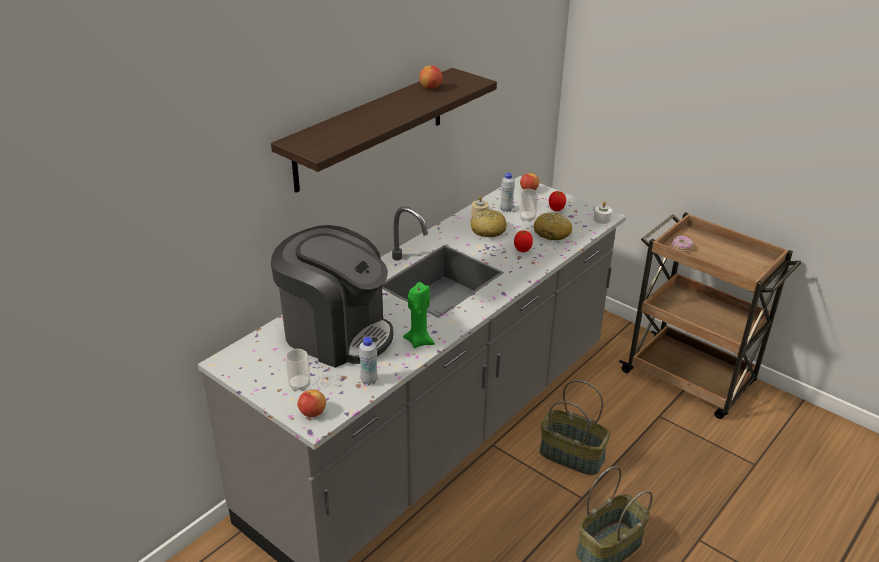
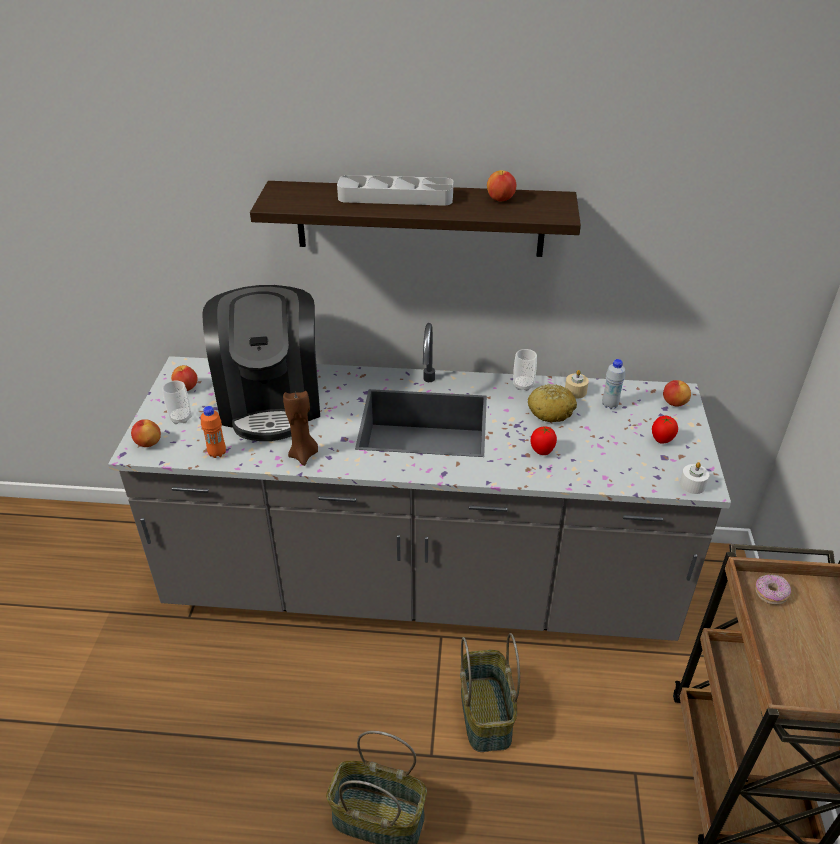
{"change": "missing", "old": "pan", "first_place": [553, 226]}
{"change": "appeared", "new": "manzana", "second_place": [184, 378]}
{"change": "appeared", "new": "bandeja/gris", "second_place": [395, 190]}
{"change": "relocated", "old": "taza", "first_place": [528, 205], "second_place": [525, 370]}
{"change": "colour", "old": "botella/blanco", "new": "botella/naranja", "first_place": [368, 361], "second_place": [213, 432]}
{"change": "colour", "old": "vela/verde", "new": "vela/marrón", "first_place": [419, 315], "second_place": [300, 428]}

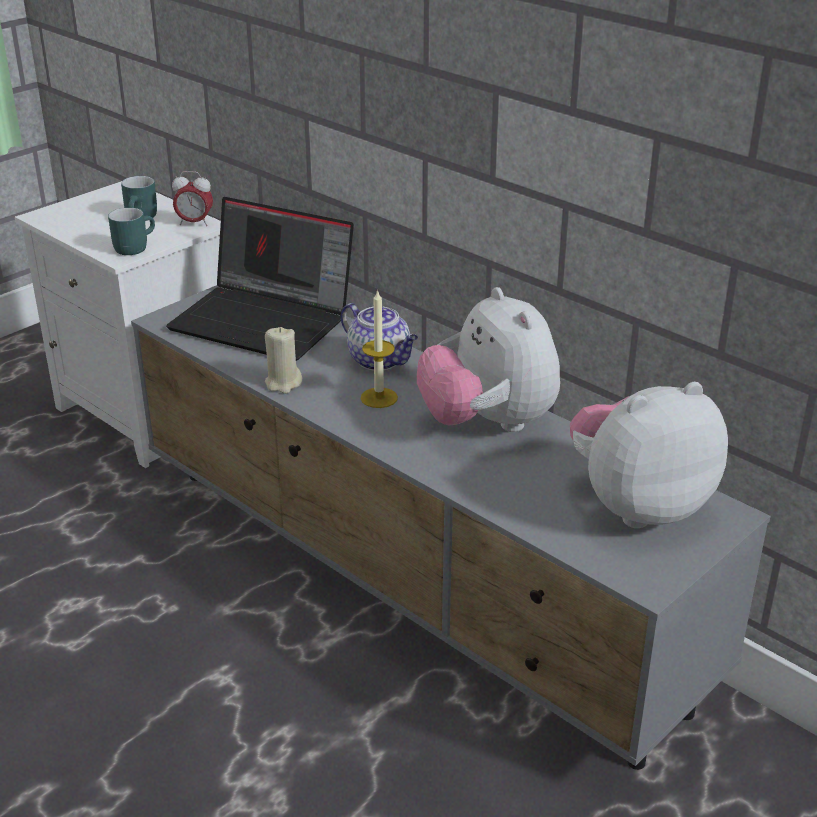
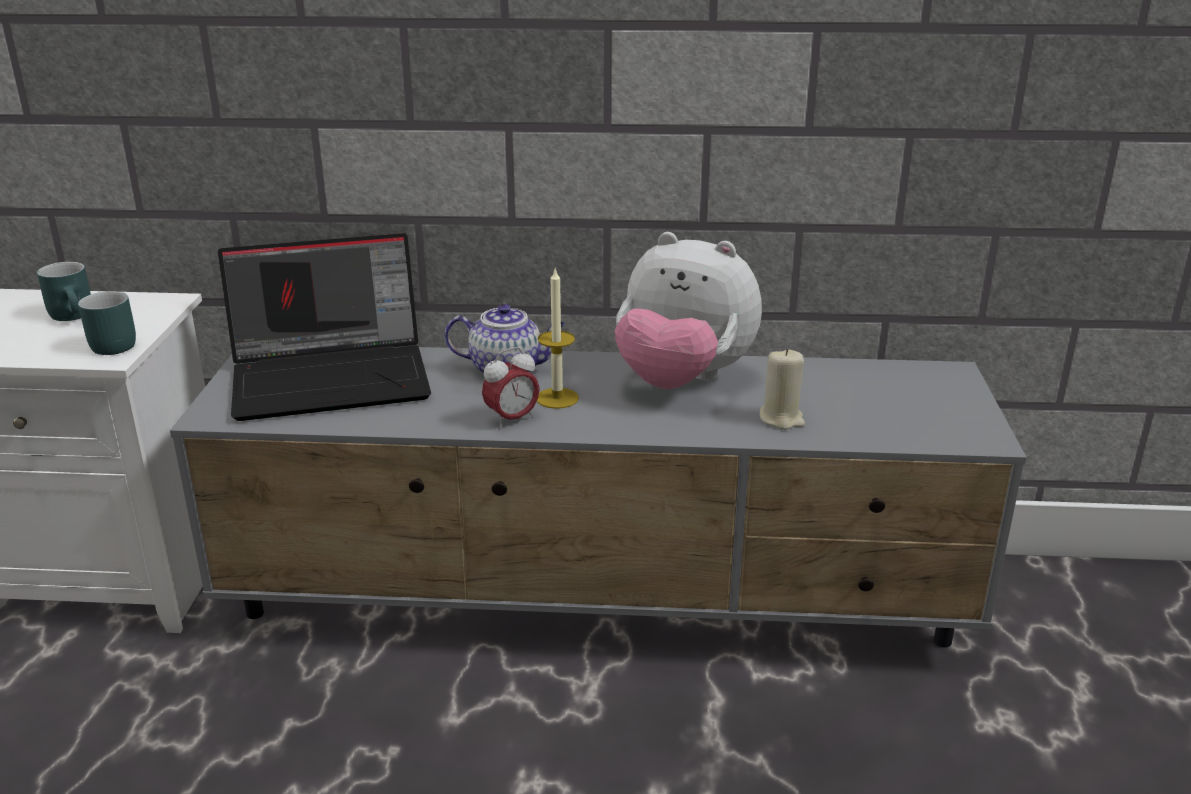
{"change": "missing", "old": "peluche", "first_place": [649, 455]}
{"change": "relocated", "old": "despertador", "first_place": [192, 198], "second_place": [511, 388]}
{"change": "relocated", "old": "vela/beis", "first_place": [283, 360], "second_place": [782, 389]}

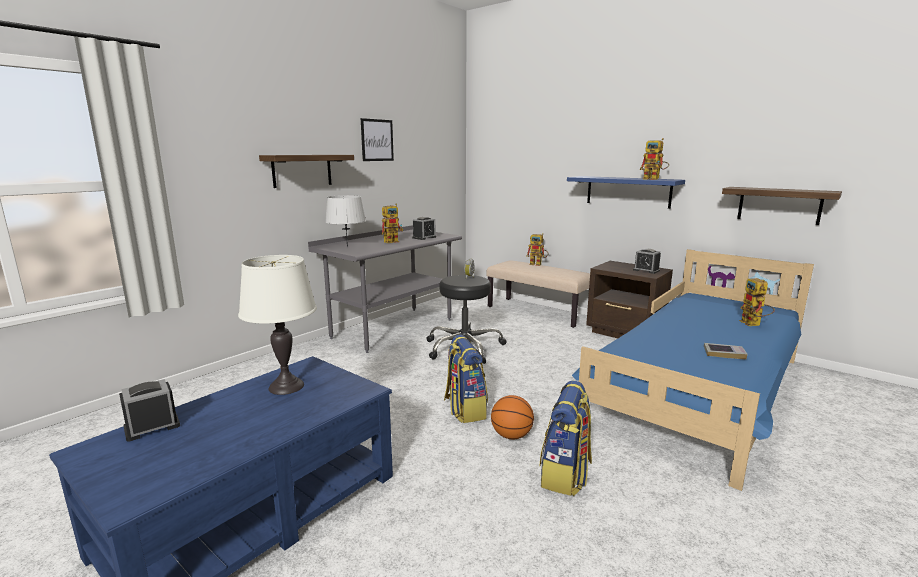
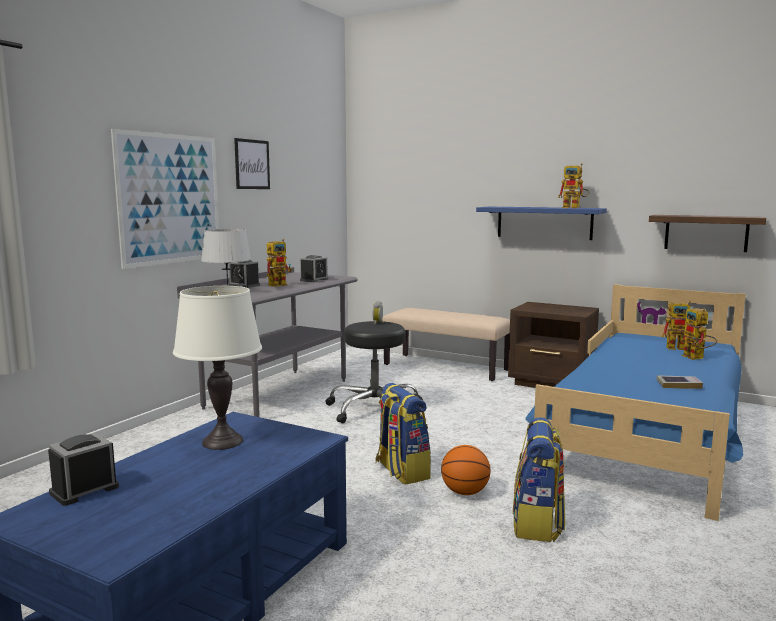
{"change": "relocated", "old": "robot de juguete", "first_place": [537, 249], "second_place": [676, 325]}
{"change": "relocated", "old": "despertador", "first_place": [647, 261], "second_place": [244, 274]}
{"change": "exchanged", "old": "estante", "new": "cuadro", "first_place": [306, 171], "second_place": [165, 199]}

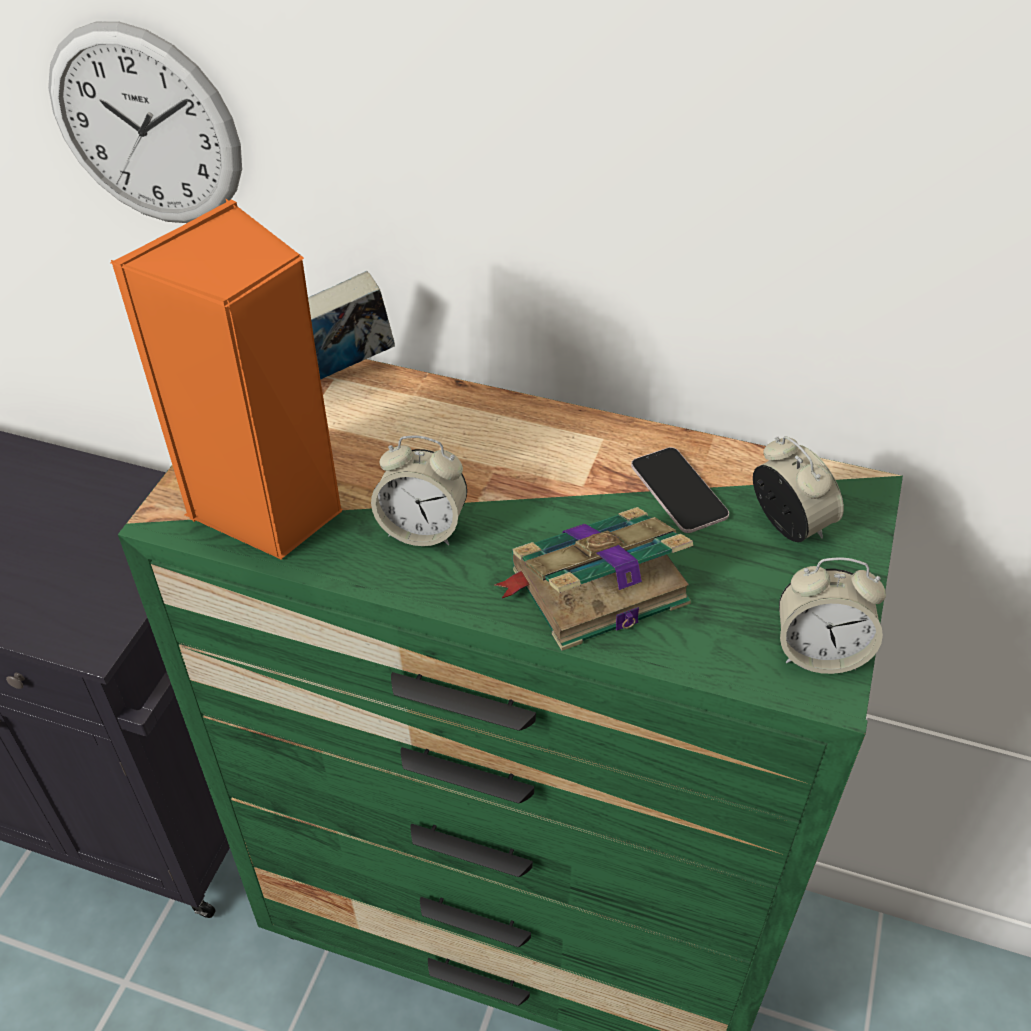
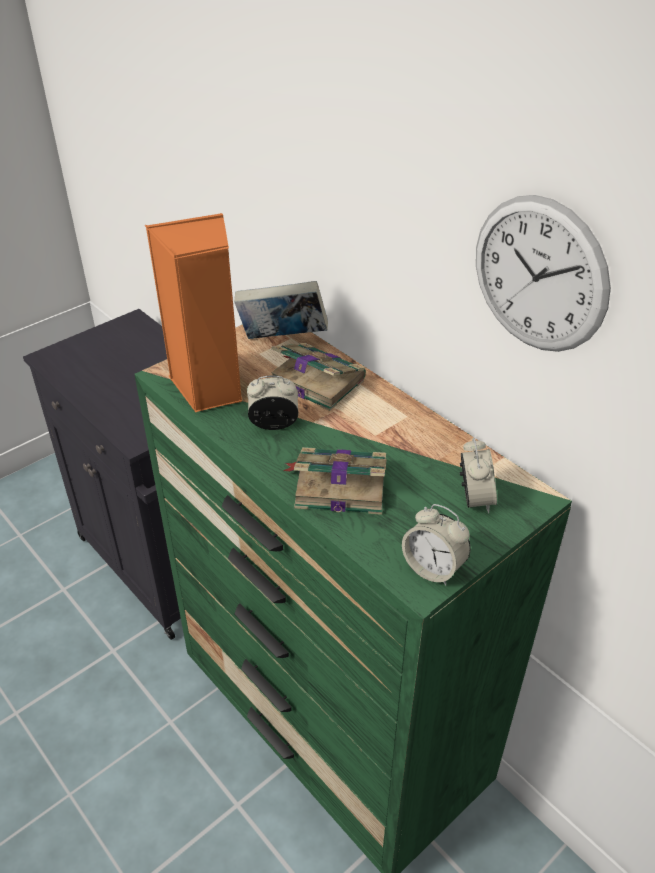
{"change": "missing", "old": "móvil", "first_place": [680, 490]}
{"change": "appeared", "new": "libro", "second_place": [318, 377]}
{"change": "relocated", "old": "reloj de pared", "first_place": [145, 122], "second_place": [543, 273]}
{"change": "spun", "old": "despertador", "first_place": [419, 490], "second_place": [273, 402], "degrees": 135}

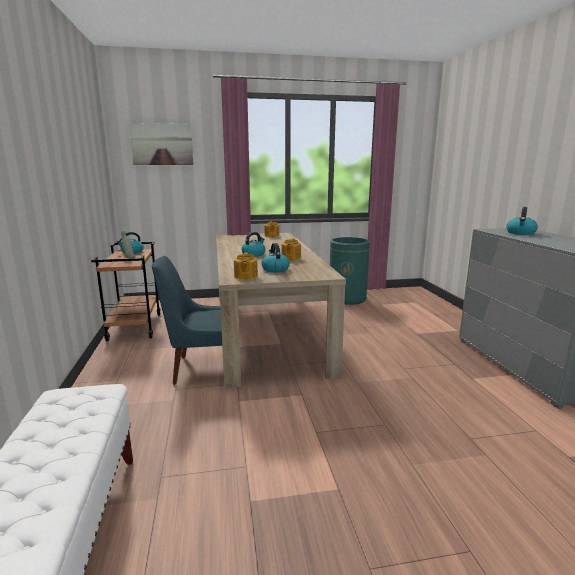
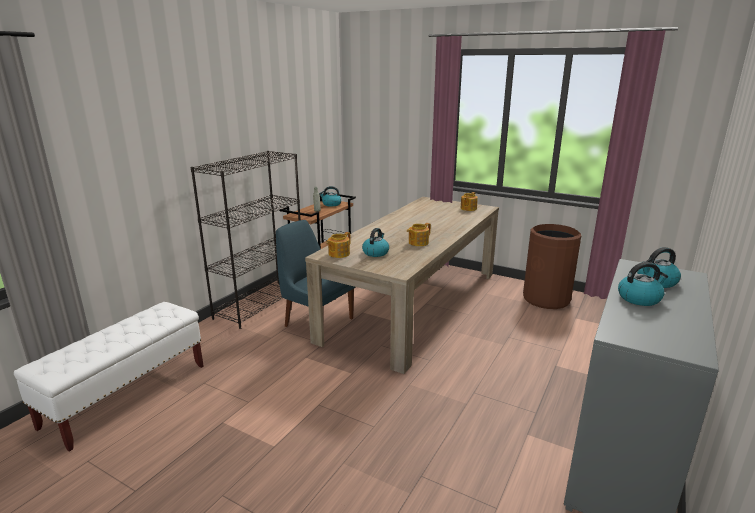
{"change": "missing", "old": "cuadro", "first_place": [161, 144]}
{"change": "appeared", "new": "estantería/negro", "second_place": [245, 240]}
{"change": "relocated", "old": "hervidor", "first_place": [253, 244], "second_place": [643, 284]}
{"change": "colour", "old": "papelera/verde", "new": "papelera/marrón", "first_place": [350, 271], "second_place": [552, 266]}

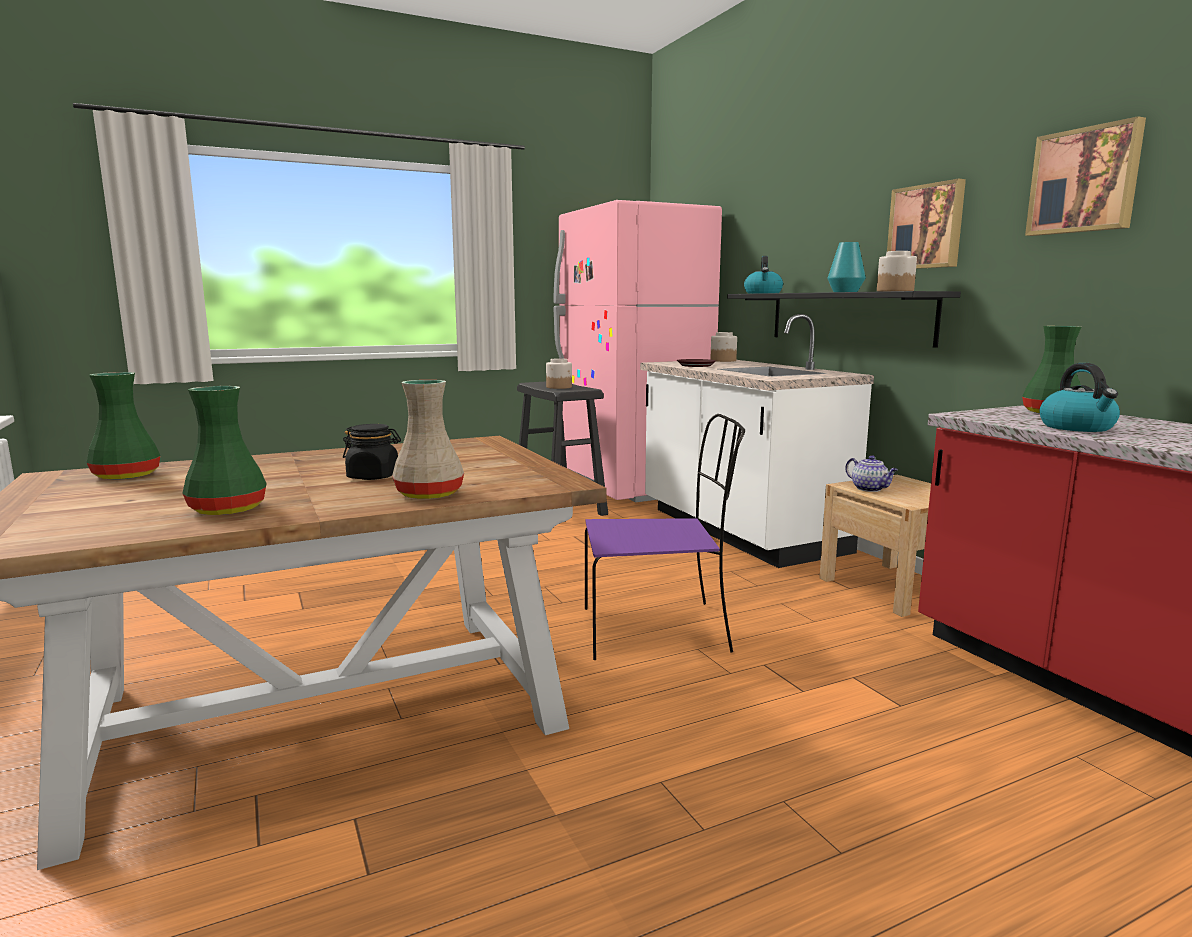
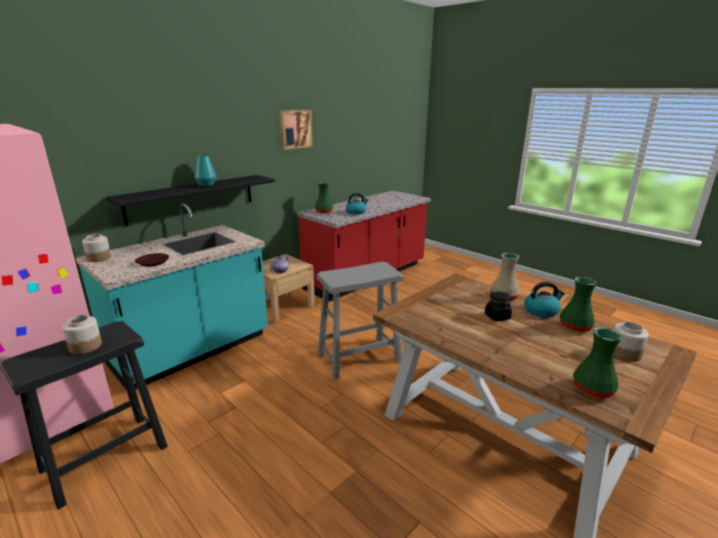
{"change": "missing", "old": "cuadro", "first_place": [926, 224]}
{"change": "relocated", "old": "hervidor", "first_place": [763, 275], "second_place": [545, 300]}
{"change": "relocated", "old": "tarro", "first_place": [897, 271], "second_place": [631, 342]}
{"change": "exchanged", "old": "silla/morado", "new": "taburete/gris", "first_place": [665, 537], "second_place": [360, 321]}
{"change": "colour", "old": "mueble bajo de cocina/blanco", "new": "mueble bajo de cocina/turquesa", "first_place": [757, 441], "second_place": [172, 296]}

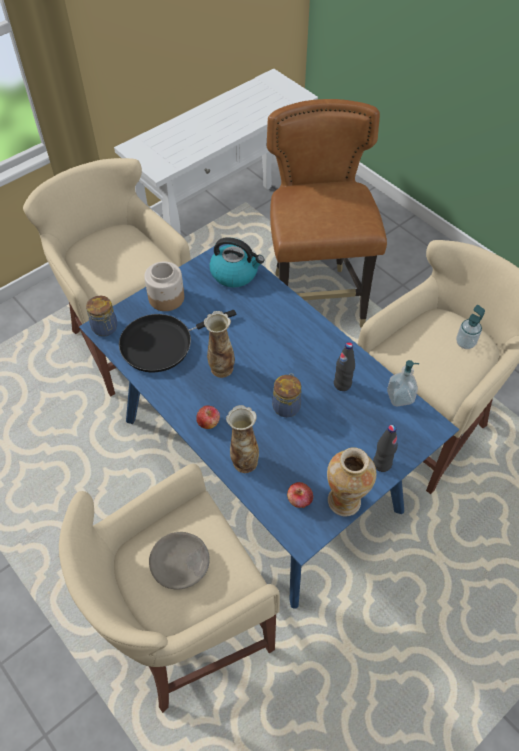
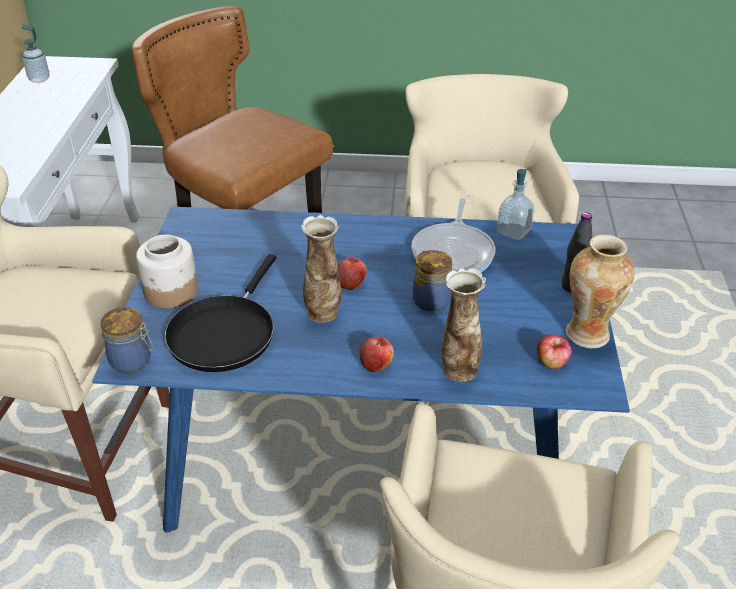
{"change": "missing", "old": "cuenco/gris", "first_place": [179, 561]}
{"change": "missing", "old": "hervidor", "first_place": [237, 262]}
{"change": "appeared", "new": "manzana", "second_place": [352, 273]}
{"change": "relocated", "old": "dispensador de jabón", "first_place": [470, 327], "second_place": [35, 54]}
{"change": "exchanged", "old": "botella/negro", "new": "sartén", "first_place": [344, 366], "second_place": [453, 235]}

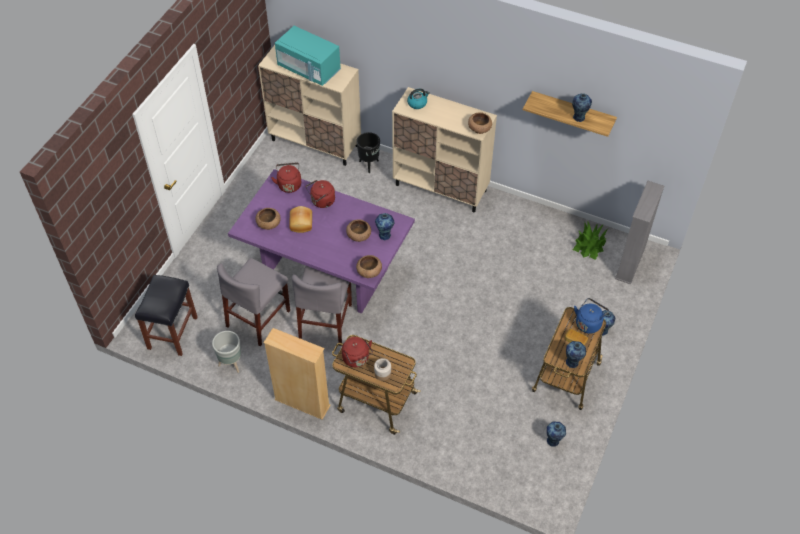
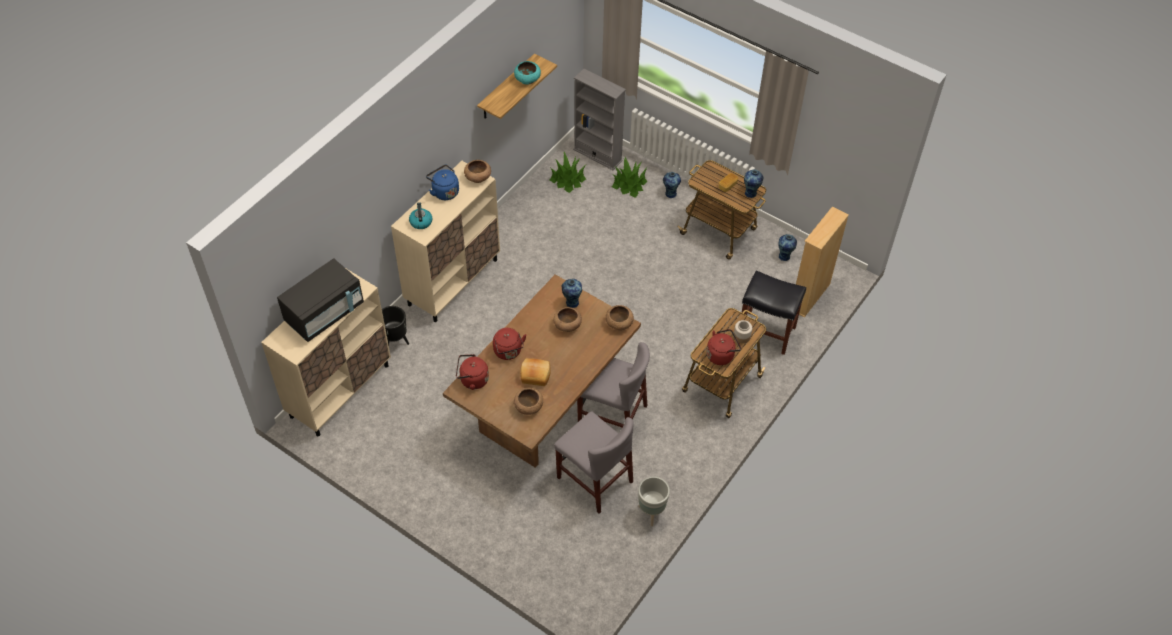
{"change": "appeared", "new": "planta en maceta", "second_place": [629, 177]}
{"change": "relocated", "old": "taburete/negro", "first_place": [166, 315], "second_place": [774, 313]}
{"change": "relocated", "old": "estantería/beis", "first_place": [297, 374], "second_place": [822, 262]}
{"change": "relocated", "old": "hervidor/azul", "first_place": [591, 316], "second_place": [442, 182]}
{"change": "exchanged", "old": "florero", "new": "cuenco/turquesa", "first_place": [582, 108], "second_place": [527, 73]}
{"change": "colour", "old": "mesa de comedor/morado", "new": "mesa de comedor/marrón", "first_place": [321, 241], "second_place": [542, 371]}
{"change": "colour", "old": "microondas/turquesa", "new": "microondas/negro", "first_place": [308, 56], "second_place": [320, 300]}

